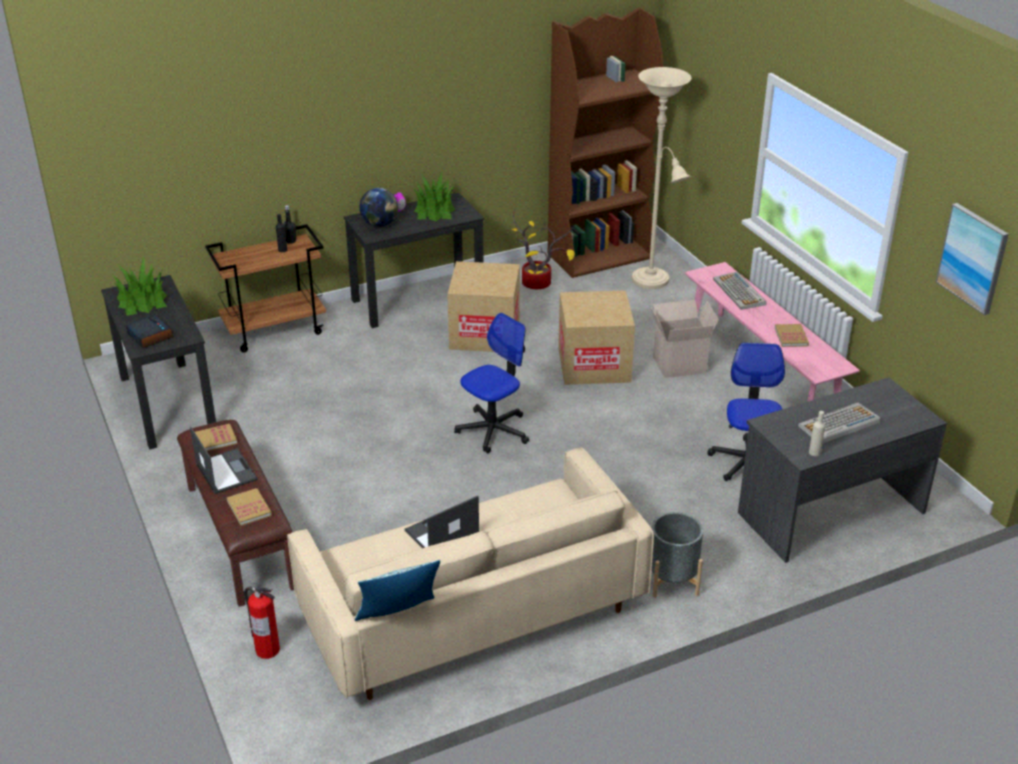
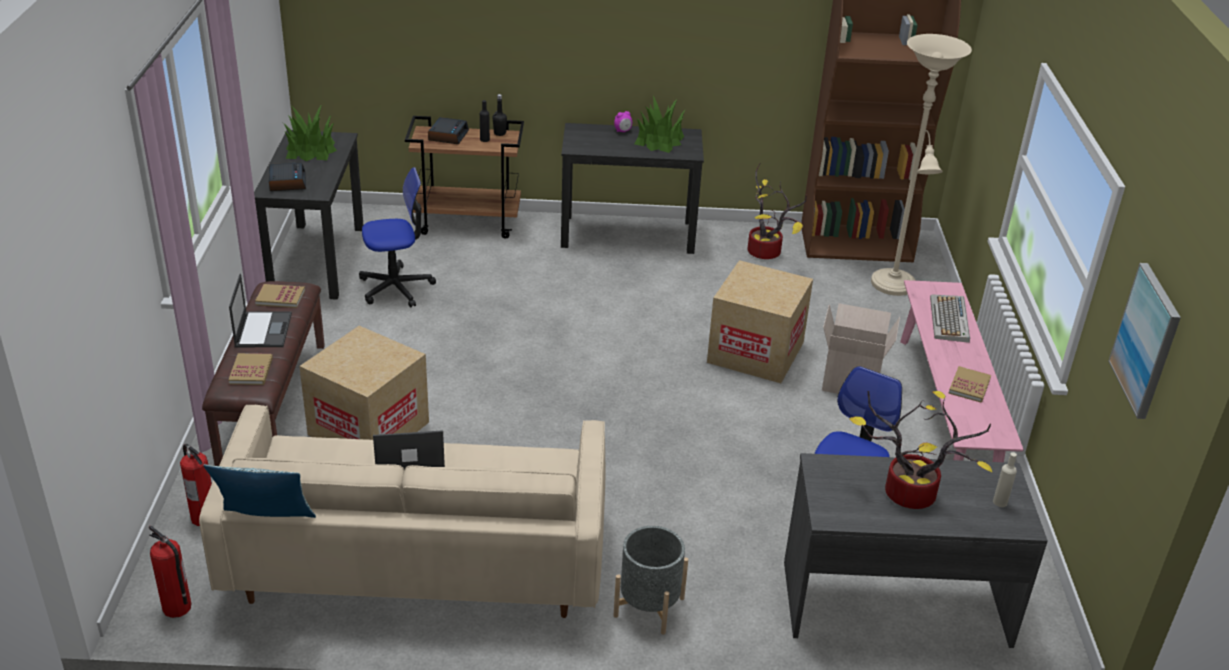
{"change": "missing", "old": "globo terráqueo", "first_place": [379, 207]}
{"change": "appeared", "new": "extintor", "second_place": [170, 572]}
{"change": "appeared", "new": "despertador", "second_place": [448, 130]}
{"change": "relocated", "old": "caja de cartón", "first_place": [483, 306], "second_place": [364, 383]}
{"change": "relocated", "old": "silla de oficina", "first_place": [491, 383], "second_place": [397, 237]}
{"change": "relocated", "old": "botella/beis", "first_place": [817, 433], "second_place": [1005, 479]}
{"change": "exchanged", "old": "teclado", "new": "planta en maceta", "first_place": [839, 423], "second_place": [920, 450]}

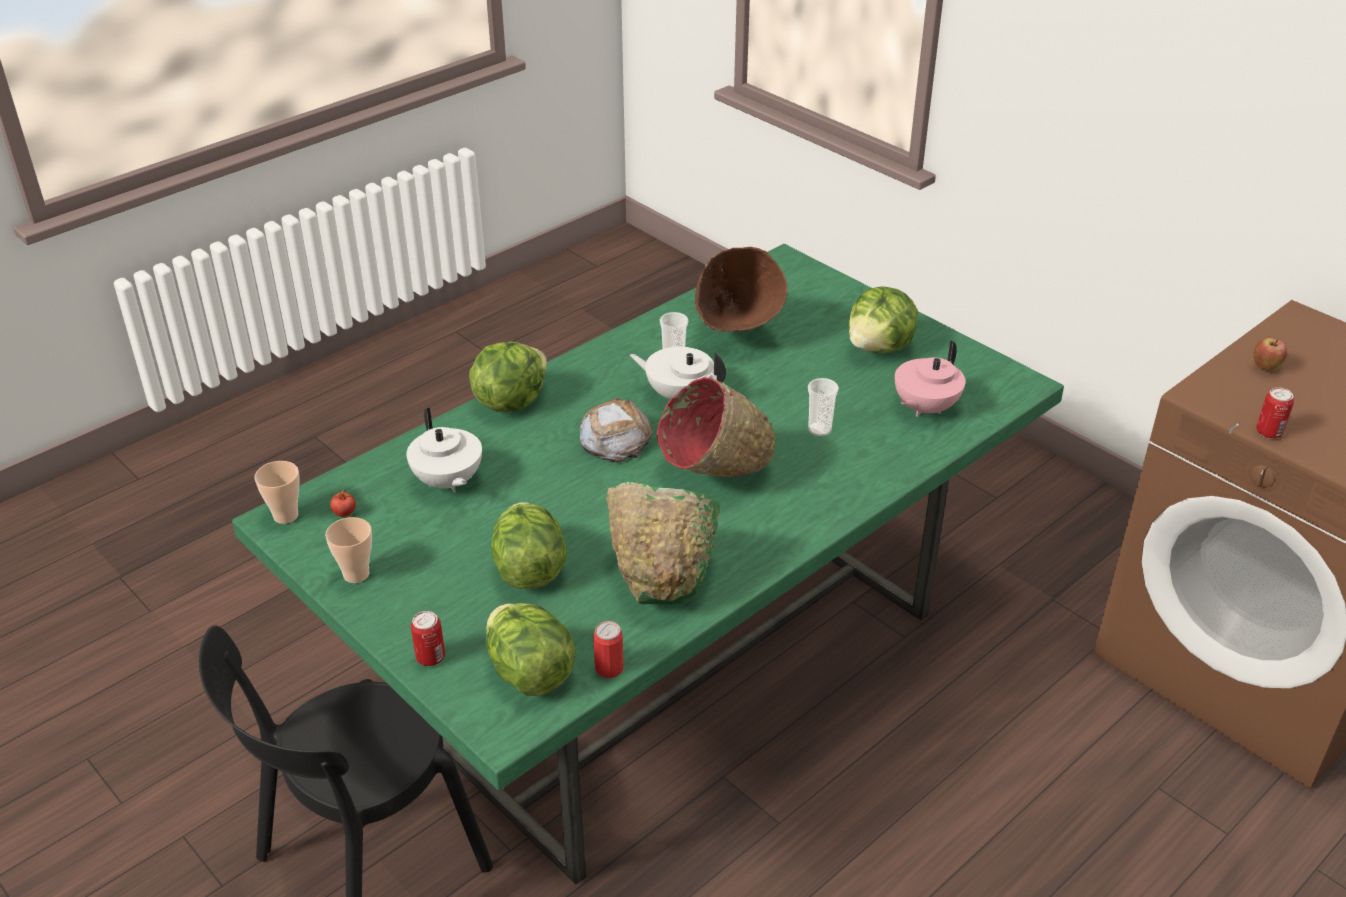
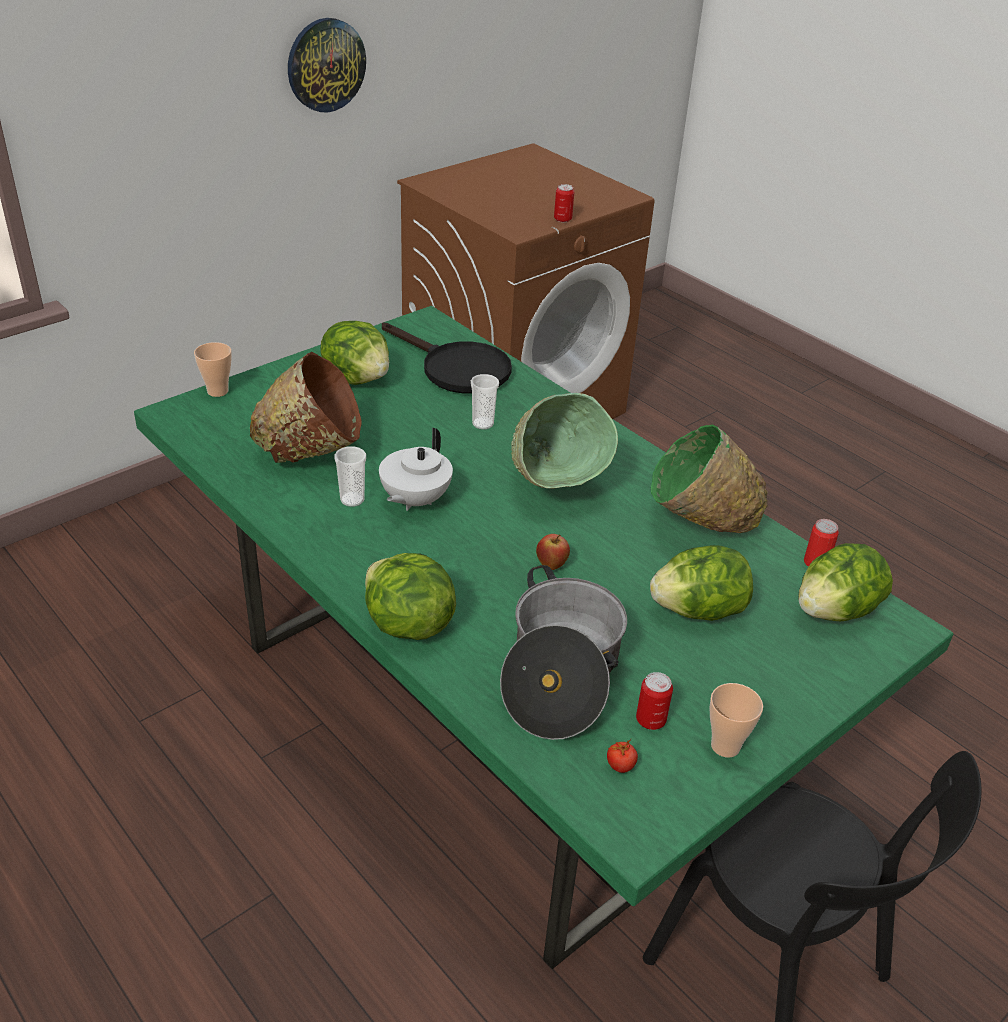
{"change": "missing", "old": "pan", "first_place": [616, 430]}
{"change": "appeared", "new": "reloj de pared", "second_place": [327, 65]}
{"change": "relocated", "old": "taza", "first_place": [277, 492], "second_place": [213, 369]}
{"change": "relocated", "old": "lata", "first_place": [428, 638], "second_place": [654, 701]}
{"change": "relocated", "old": "manzana", "first_place": [1270, 354], "second_place": [553, 552]}
{"change": "exchanged", "old": "tetera/blanco", "new": "olla", "first_place": [444, 450], "second_place": [563, 652]}
{"change": "exchanged", "old": "tetera/rosa", "new": "sartén/negro", "first_place": [930, 378], "second_place": [447, 358]}
{"change": "colour", "old": "cuenco/rojo", "new": "cuenco/verde", "first_place": [716, 427], "second_place": [564, 441]}

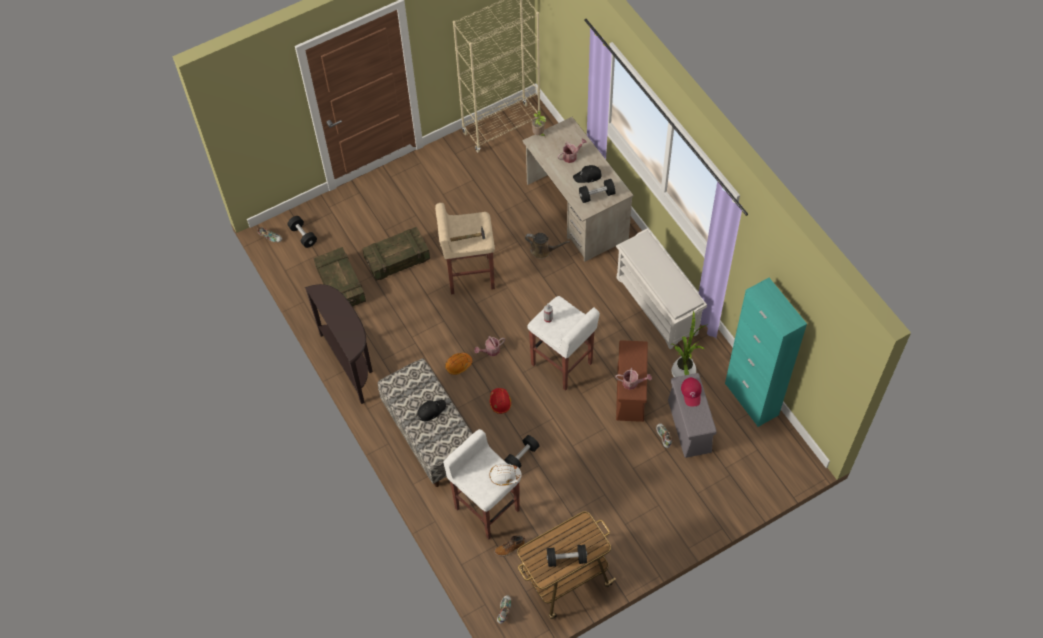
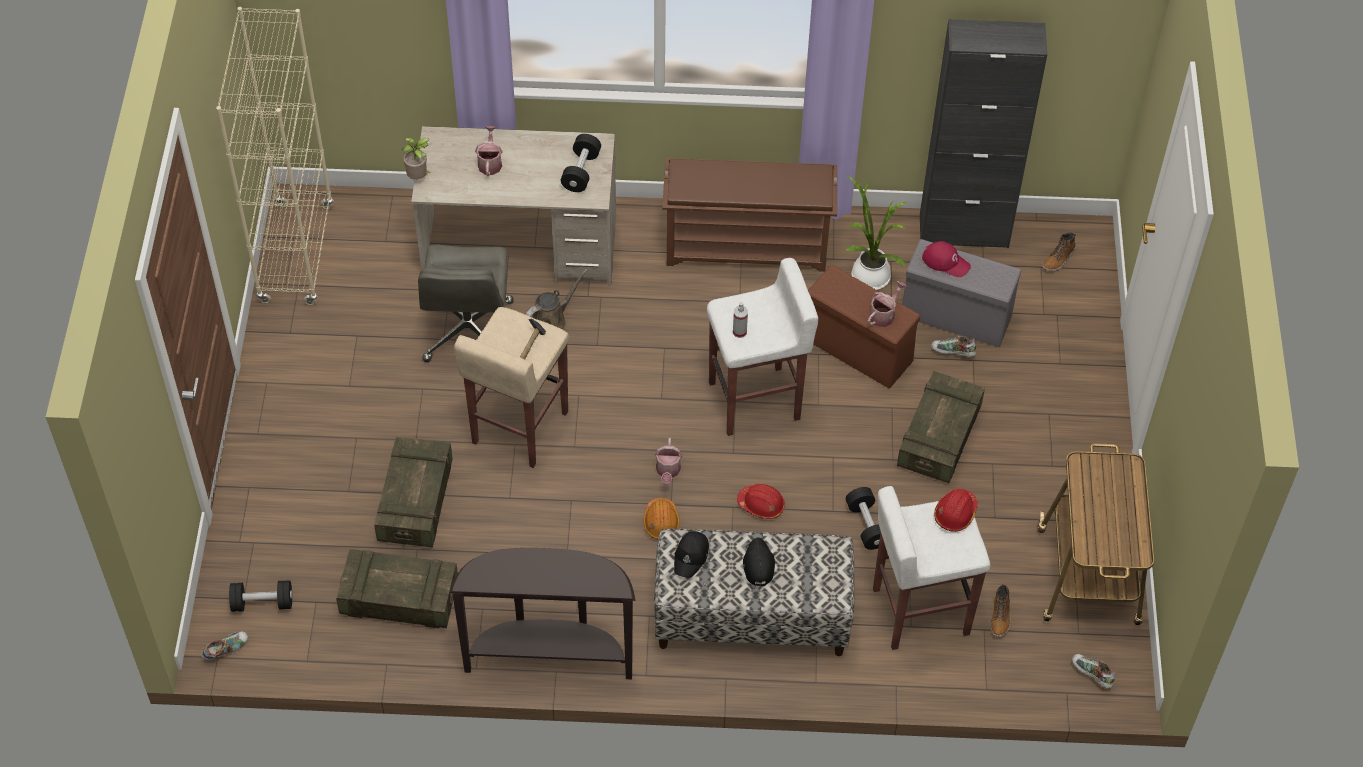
{"change": "missing", "old": "mancuerna/negro", "first_place": [567, 556]}
{"change": "appeared", "new": "silla de oficina/gris", "second_place": [465, 303]}
{"change": "appeared", "new": "caja de embalaje", "second_place": [941, 427]}
{"change": "appeared", "new": "bota", "second_place": [1059, 252]}
{"change": "relocated", "old": "gorra/negro", "first_place": [587, 174], "second_place": [691, 554]}
{"change": "colour", "old": "casco/blanco", "new": "casco/rojo", "first_place": [506, 474], "second_place": [956, 510]}
{"change": "colour", "old": "zapatero/blanco", "new": "zapatero/marrón", "first_place": [661, 288], "second_place": [749, 215]}
{"change": "colour", "old": "armario/turquesa", "new": "armario/negro", "first_place": [766, 352], "second_place": [983, 133]}

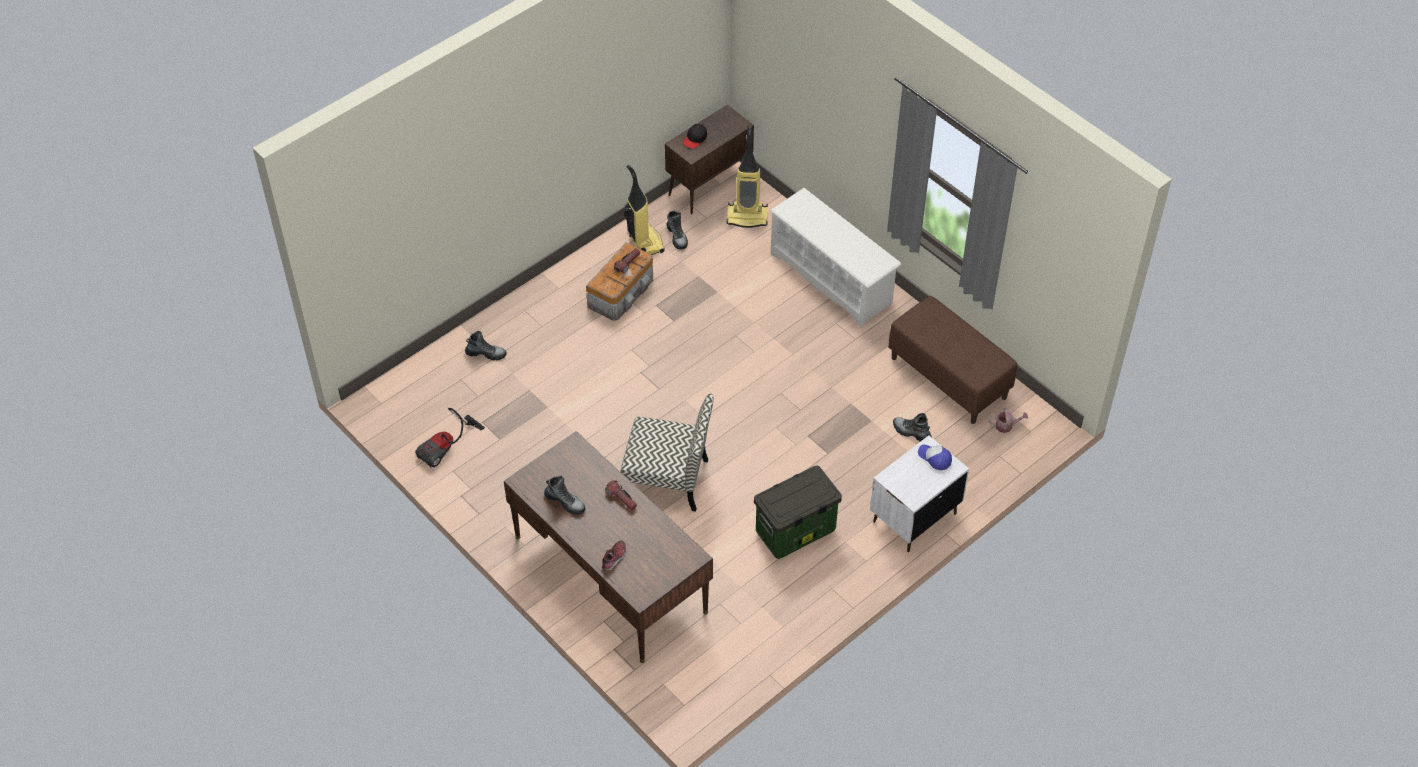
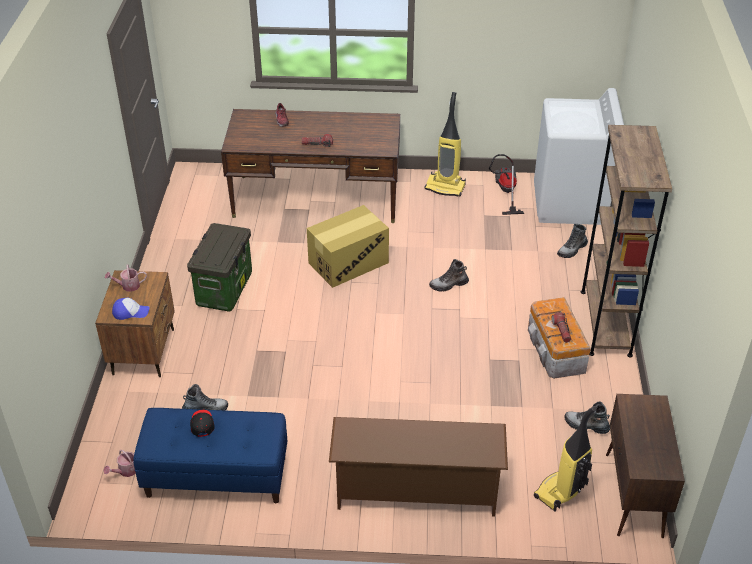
{"change": "appeared", "new": "regadera", "second_place": [126, 278]}
{"change": "appeared", "new": "lavadora/blanco", "second_place": [579, 156]}
{"change": "appeared", "new": "estantería/marrón", "second_place": [626, 241]}
{"change": "relocated", "old": "bota", "first_place": [565, 495], "second_place": [449, 275]}
{"change": "relocated", "old": "aspiradora", "first_place": [644, 210], "second_place": [445, 144]}
{"change": "relocated", "old": "gorra/negro", "first_place": [695, 136], "second_place": [202, 423]}
{"change": "exchanged", "old": "silla", "new": "caja de cartón", "first_place": [667, 452], "second_place": [348, 246]}
{"change": "colour", "old": "zapatero/blanco", "new": "zapatero/marrón", "first_place": [836, 257], "second_place": [418, 467]}
{"change": "colour", "old": "mesita de noche/blanco", "new": "mesita de noche/marrón", "first_place": [919, 493], "second_place": [135, 323]}
{"change": "colour", "old": "banco/marrón", "new": "banco/azul", "first_place": [952, 360], "second_place": [210, 455]}

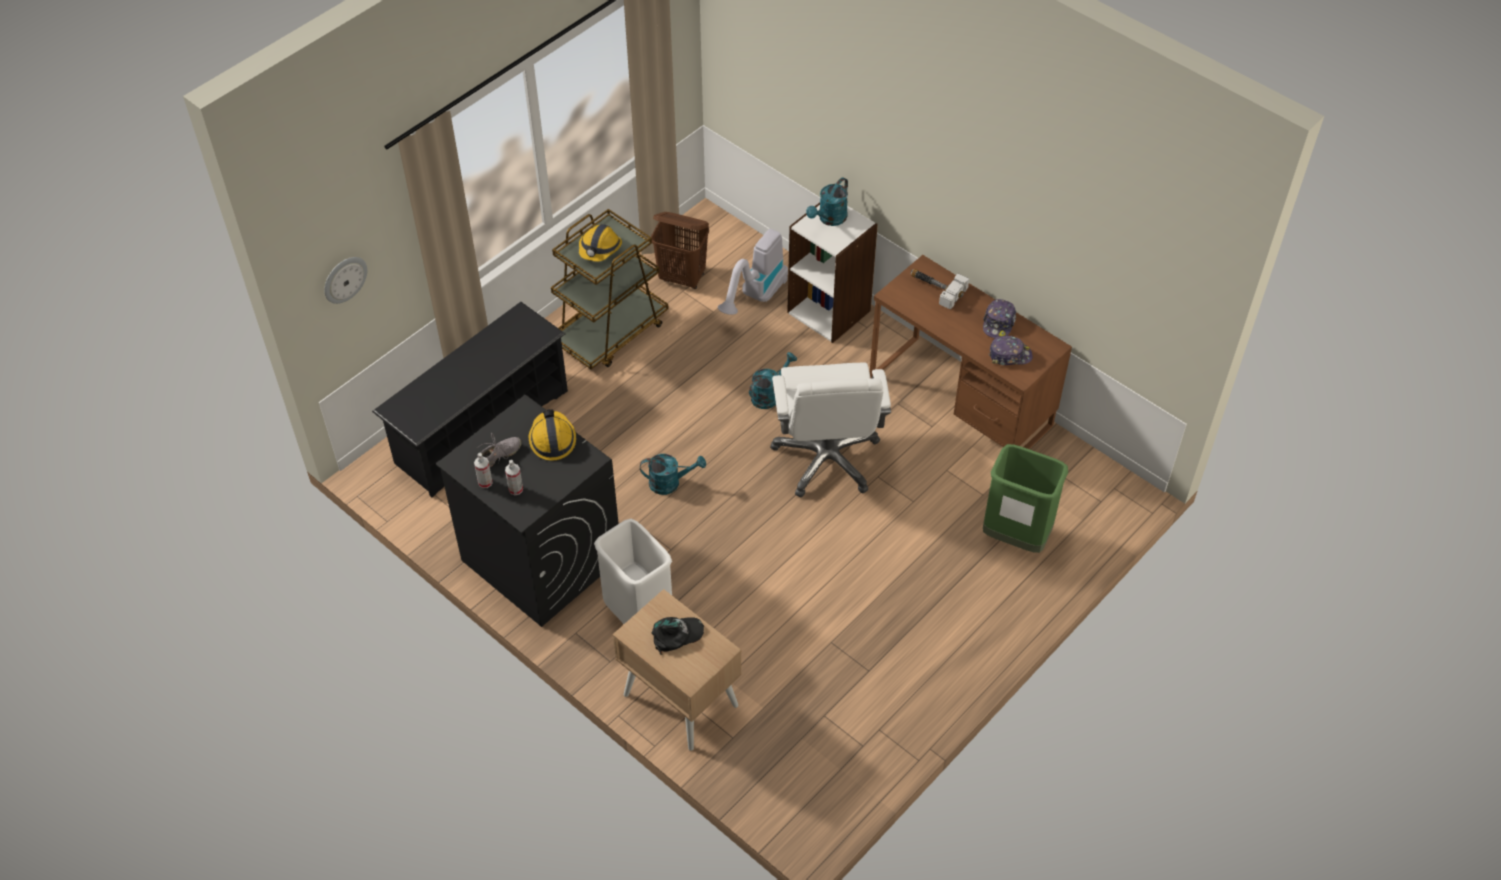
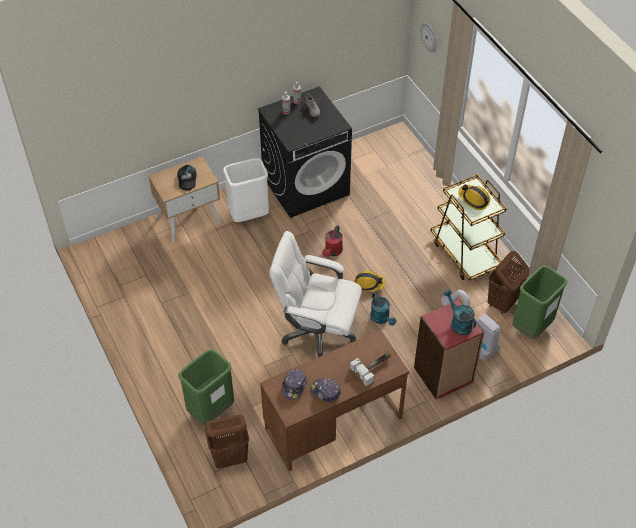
{"change": "missing", "old": "zapatero/negro", "first_place": [470, 400]}
{"change": "appeared", "new": "cesto de la ropa/marrón", "second_place": [226, 442]}
{"change": "appeared", "new": "papelera/verde", "second_place": [539, 302]}
{"change": "relocated", "old": "casco", "first_place": [552, 435], "second_place": [369, 281]}
{"change": "colour", "old": "regadera/turquesa", "new": "regadera/rojo", "first_place": [673, 474], "second_place": [332, 241]}
{"change": "colour", "old": "estantería/blanco", "new": "estantería/rojo", "first_place": [832, 273], "second_place": [449, 349]}

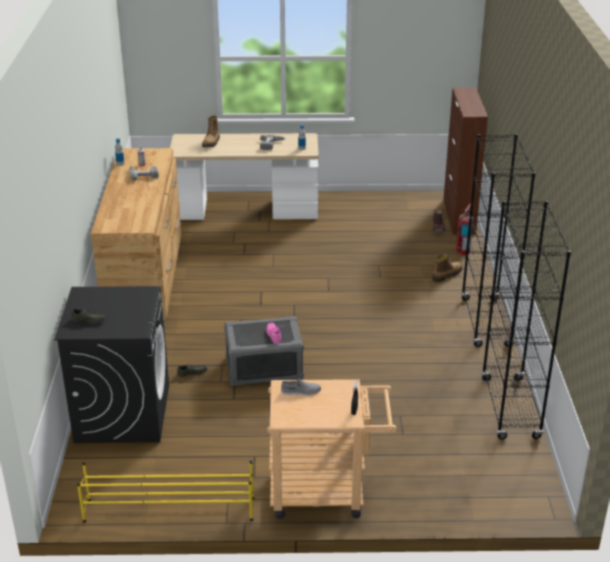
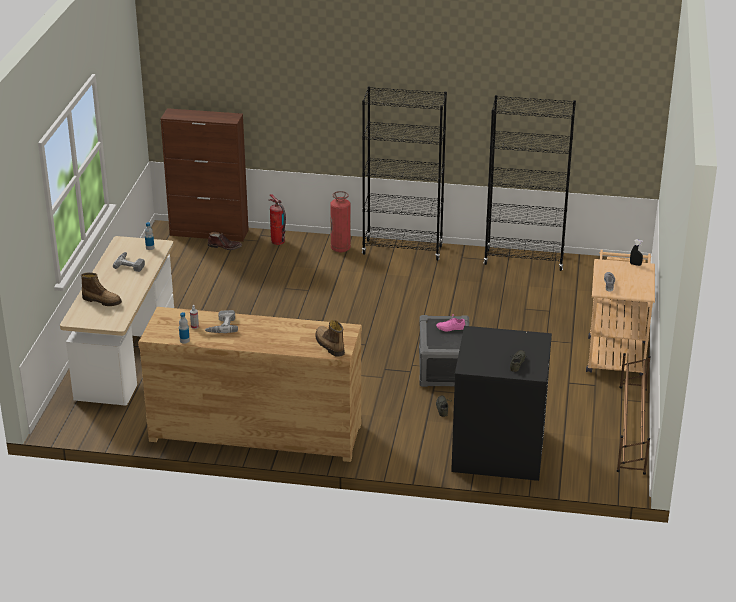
{"change": "appeared", "new": "extintor", "second_place": [340, 221]}
{"change": "relocated", "old": "bota", "first_place": [447, 268], "second_place": [330, 338]}
{"change": "colour", "old": "zapatero/amarillo", "new": "zapatero/marrón", "first_place": [165, 491], "second_place": [634, 414]}

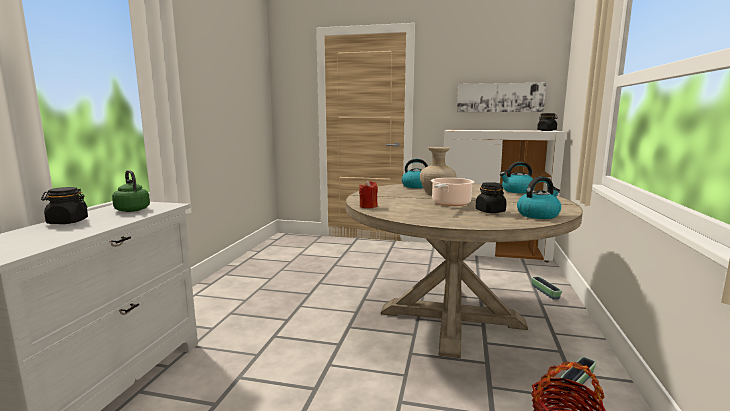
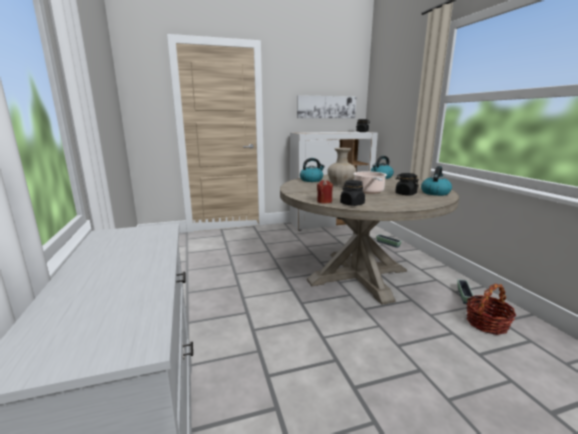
{"change": "missing", "old": "hervidor/verde", "first_place": [131, 191]}
{"change": "relocated", "old": "tarro/negro", "first_place": [64, 205], "second_place": [352, 193]}

